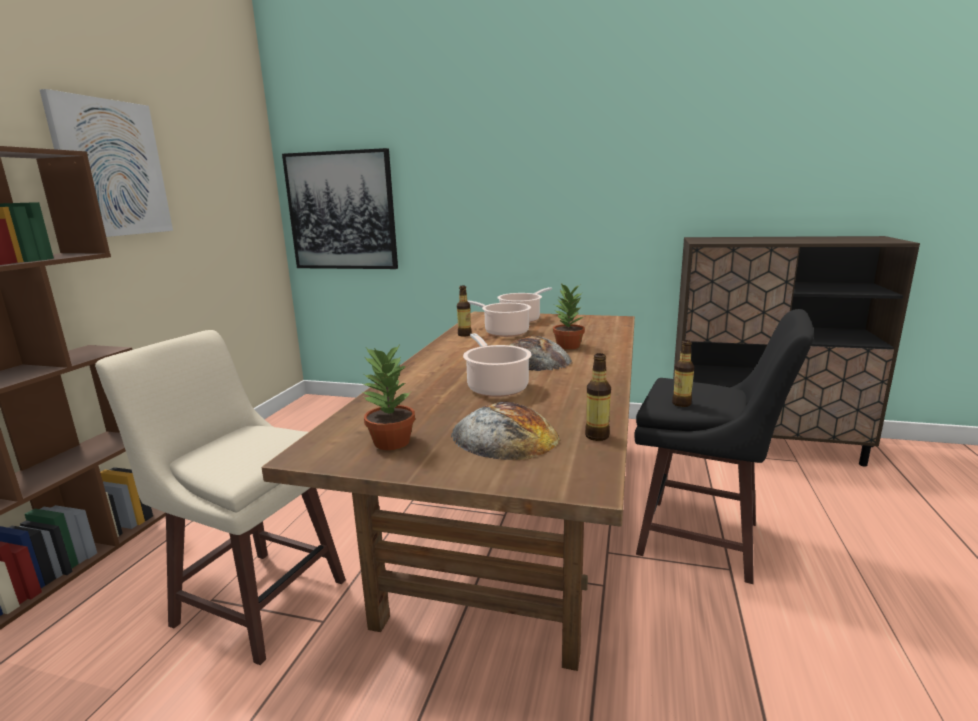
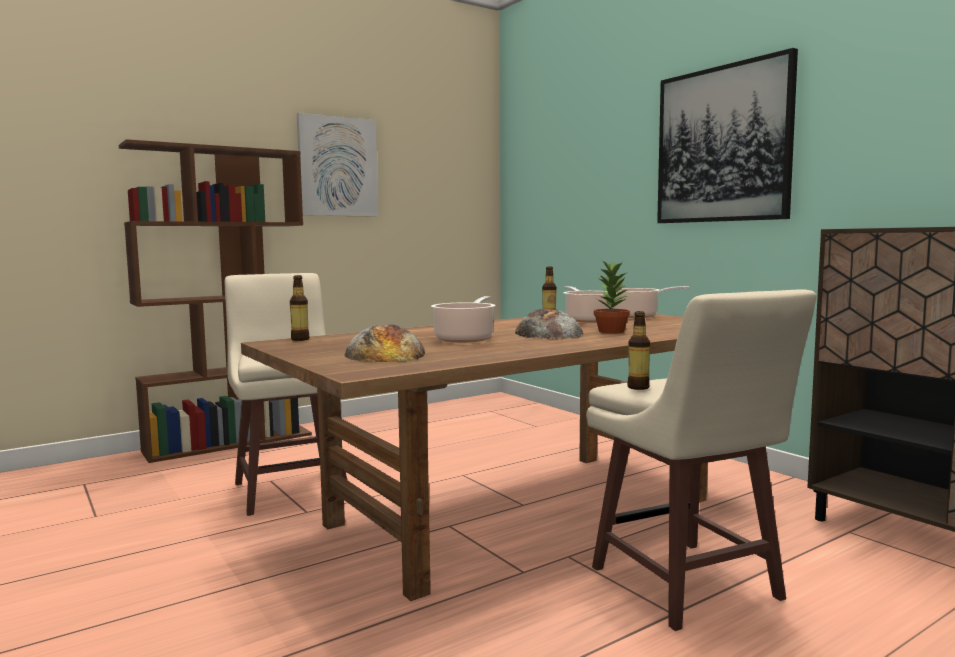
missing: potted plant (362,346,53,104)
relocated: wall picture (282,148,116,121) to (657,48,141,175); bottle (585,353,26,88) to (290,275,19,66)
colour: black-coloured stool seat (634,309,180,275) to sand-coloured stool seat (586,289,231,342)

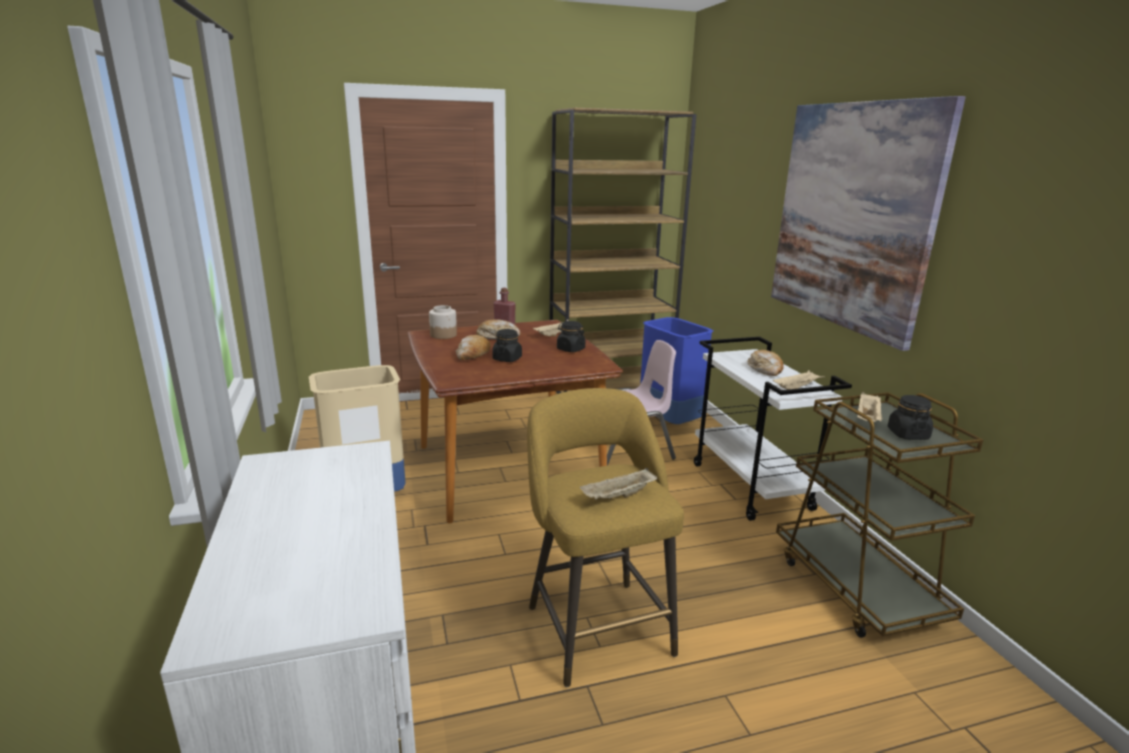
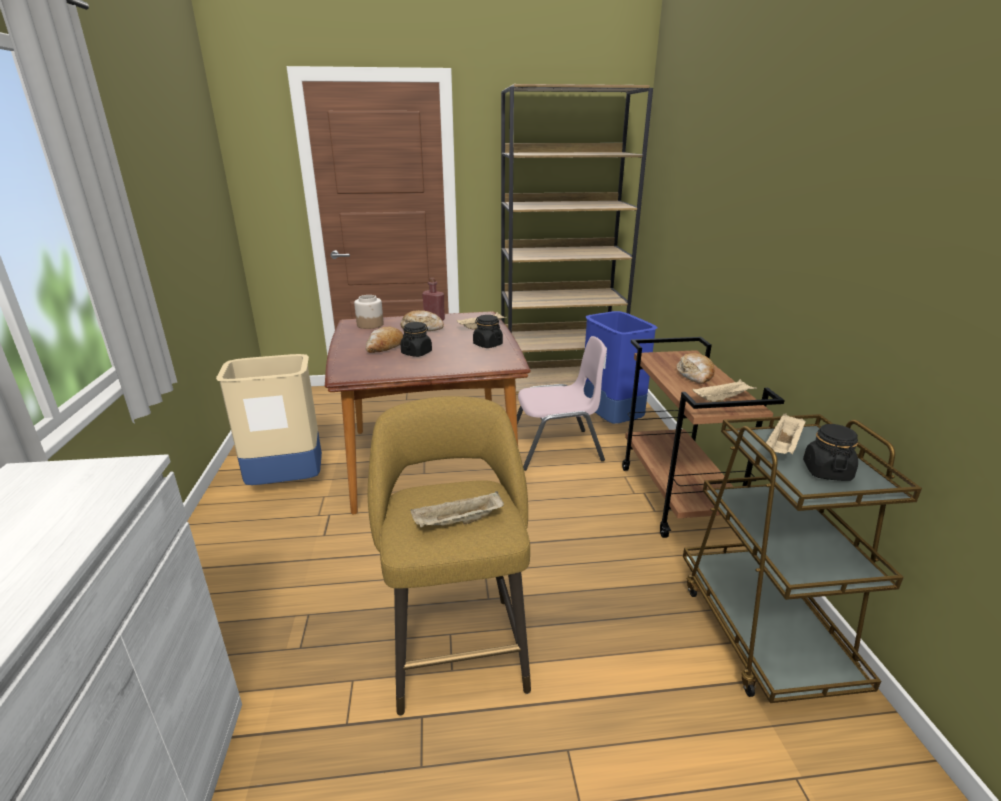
missing: wall picture (771,96,194,255)
colour: whitish cart (694,337,158,184) to brown cart (622,337,163,201)

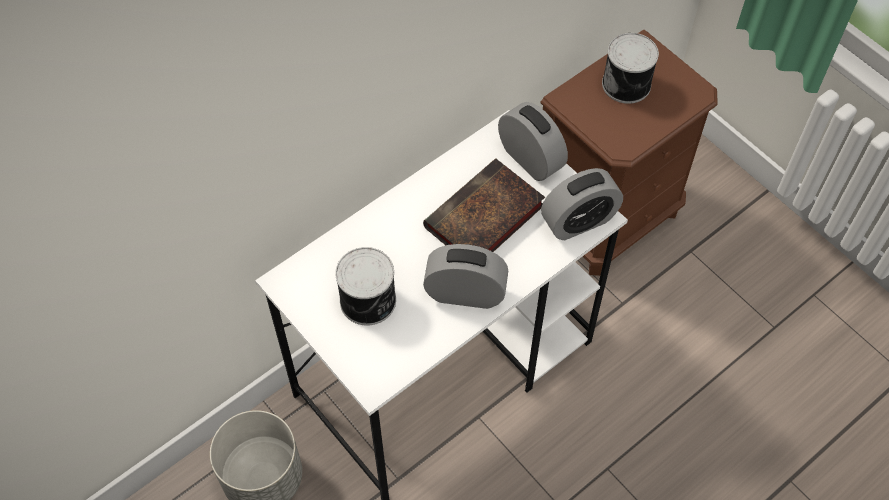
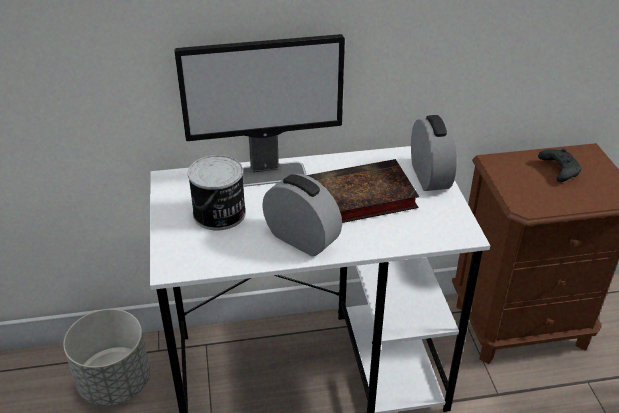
missing: table clock (541,168,82,72)
appeared: computer screen (174,34,171,153)
exchanged: can (602,33,57,71) to black-coloured gamepad (538,148,44,34)

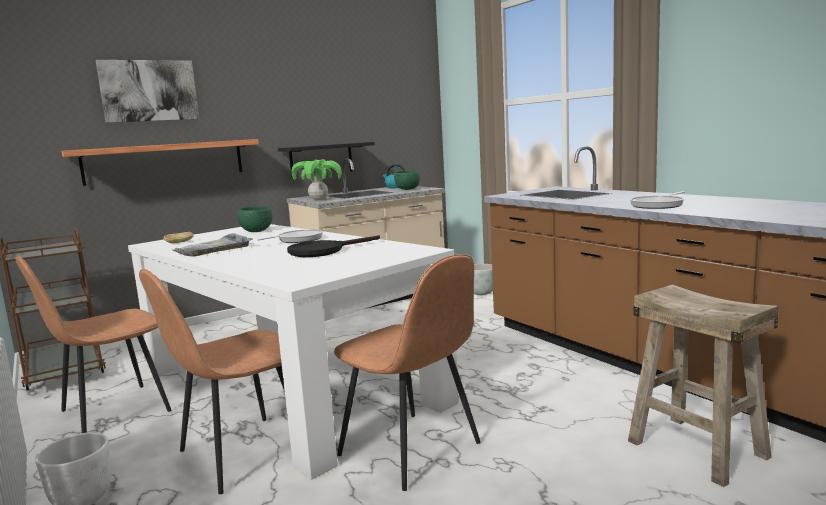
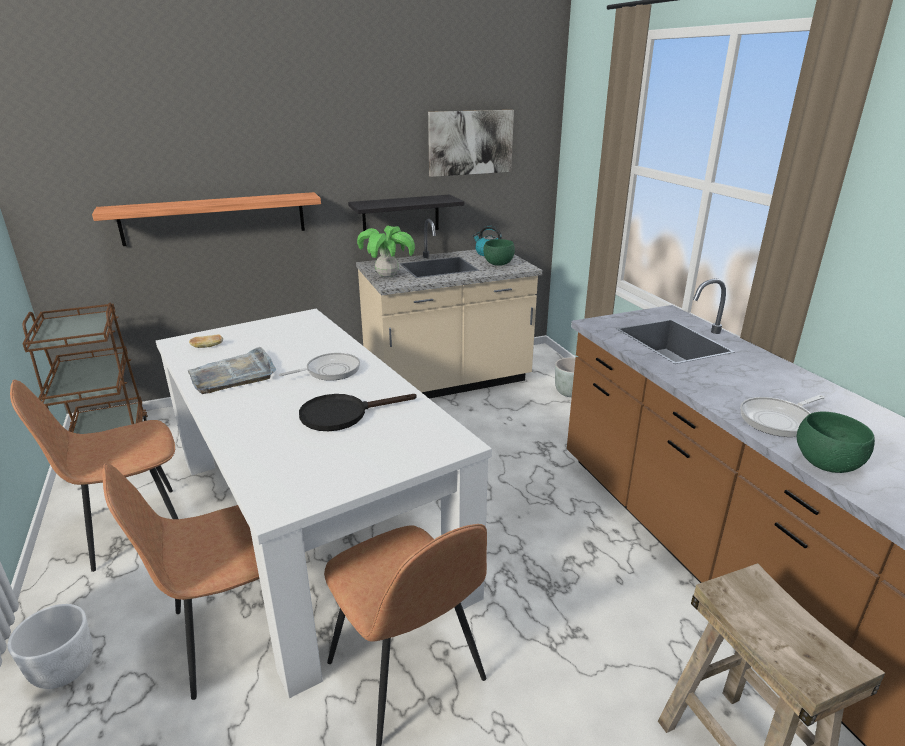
relocated: wall picture (96,60,103,63) to (428,110,86,67); green deep dish (237,206,35,26) to (797,412,78,61)

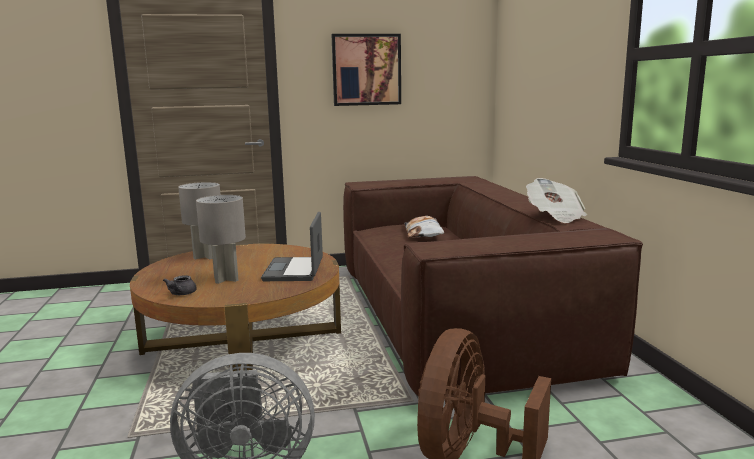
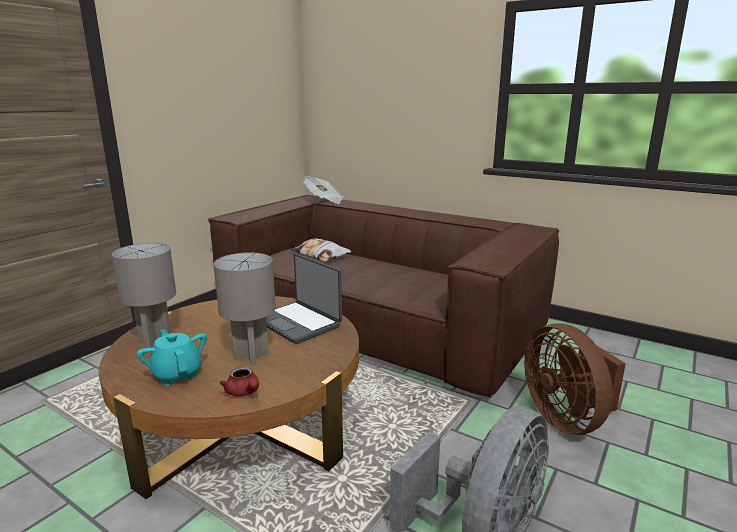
missing: wall picture (331,34,70,72)
appeared: turquoise pot for tea (136,329,71,57)
relocated: newspaper (526,178,61,45) to (303,176,41,28)
colour: greyish pot for tea (163,275,34,20) to red pot for tea (220,367,39,29)

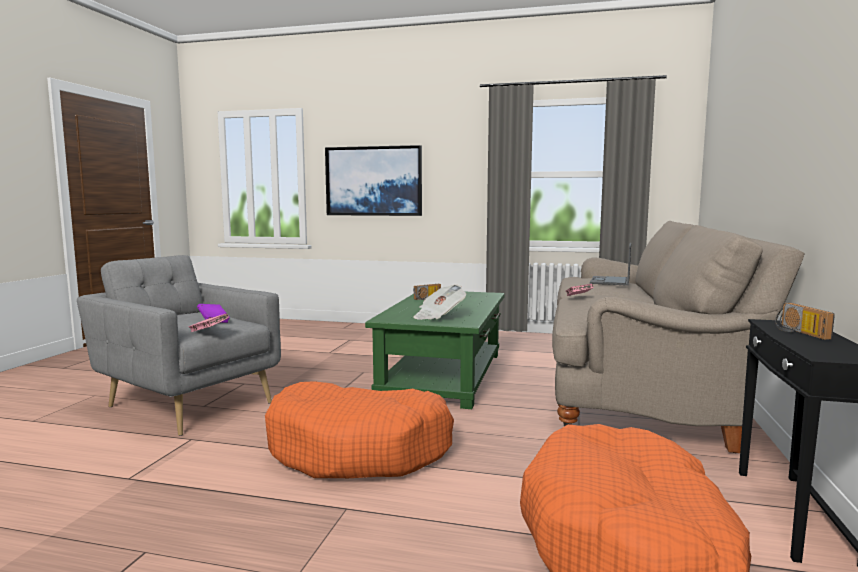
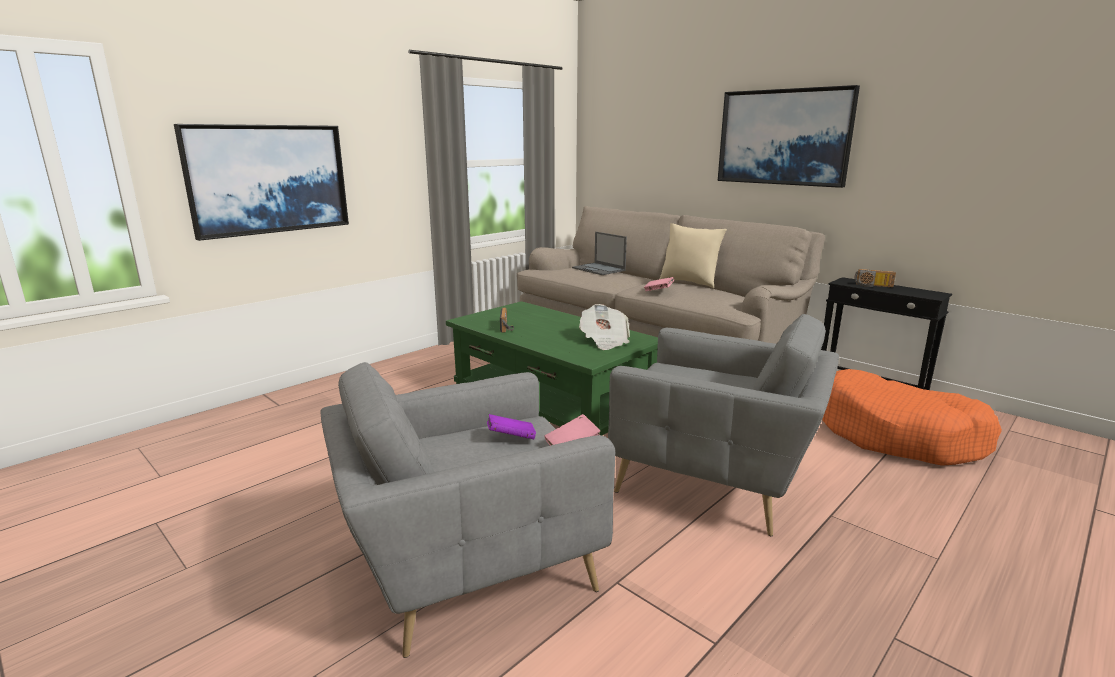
appeared: sand-coloured pillow (659,223,68,66); wall picture (718,85,142,103)
exchanged: orangey dog bed (265,381,189,97) to greyish easy chair (608,314,231,222)

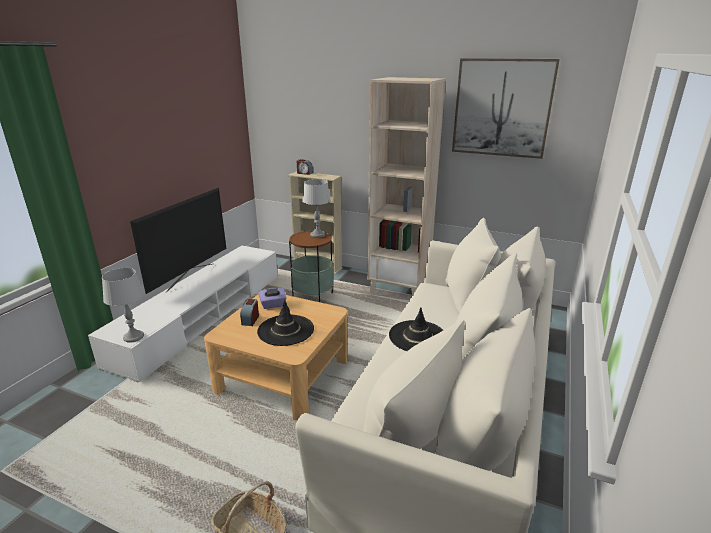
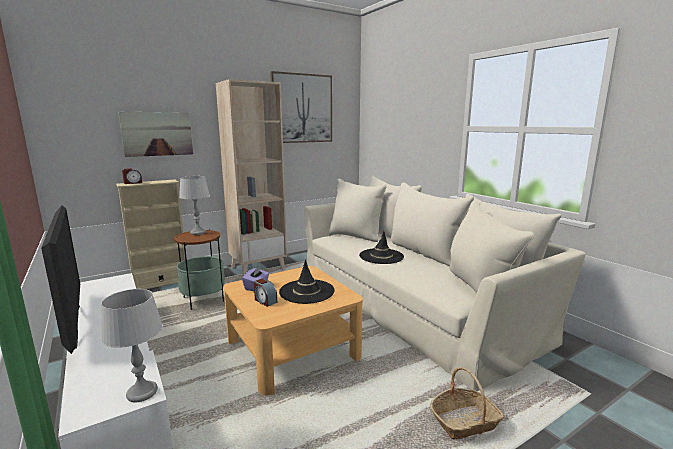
appeared: wall picture (118,112,75,45)

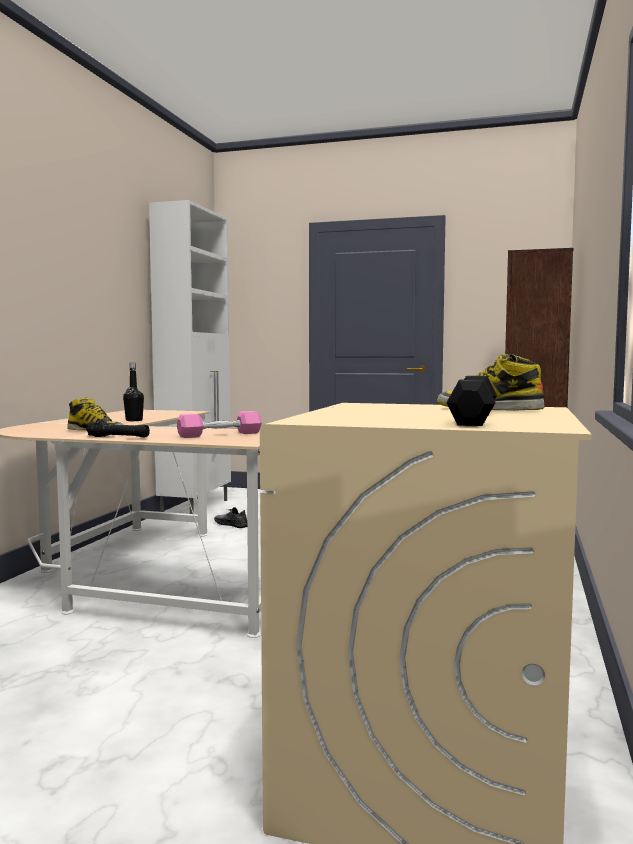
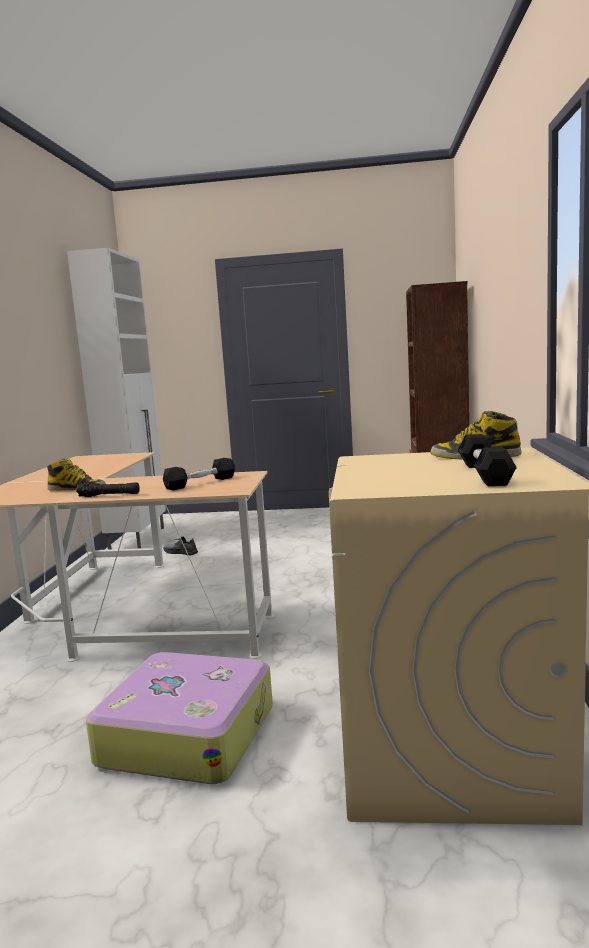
missing: black-coloured bottle (123,363,21,58)
appeared: suitcase (86,652,187,132)
colour: pinkish dumbbell (177,411,85,27) to black-coloured dumbbell (163,458,72,32)

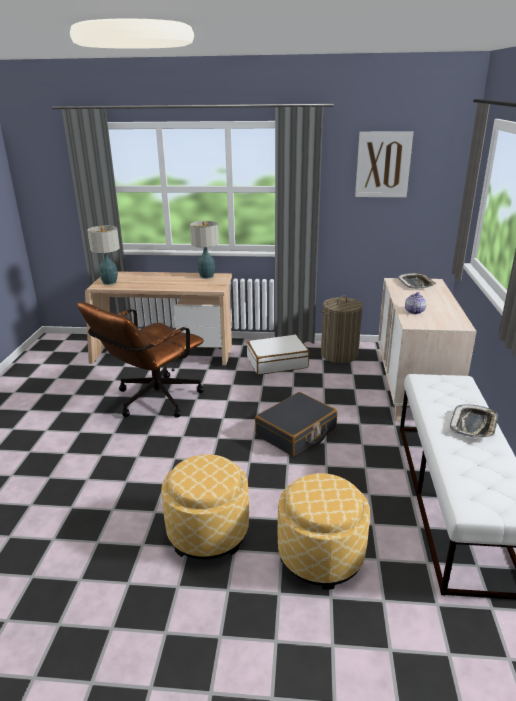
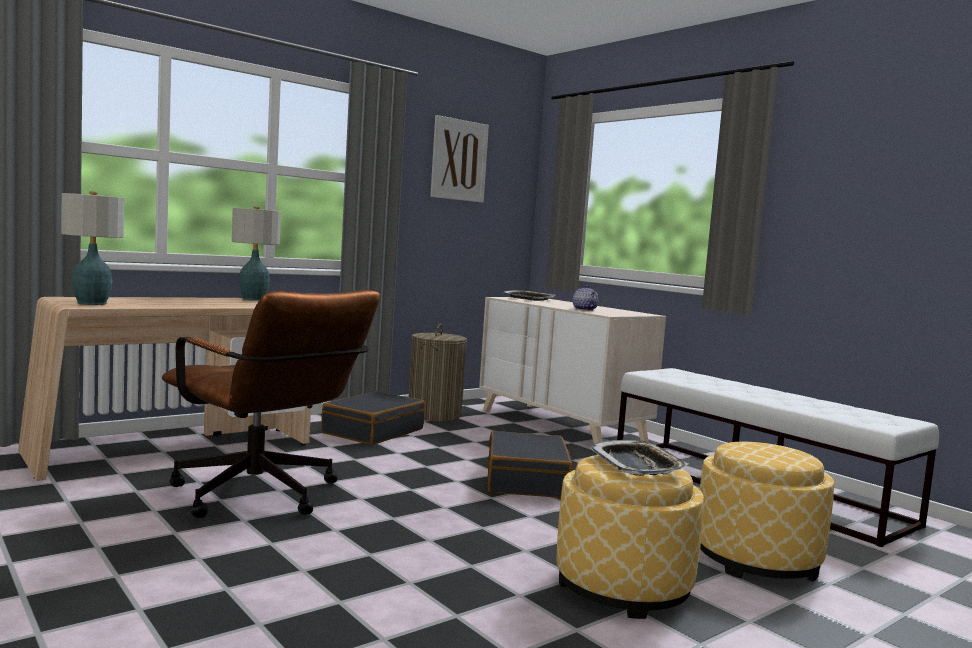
relocated: serving tray (450,404,48,34) to (590,440,99,36)
colour: whitish suitcase (247,334,63,41) to black-coloured suitcase (321,391,104,54)
spun: brown desk chair (78,302,126,116) = (162,290,218,228) 45 degrees counterclockwise

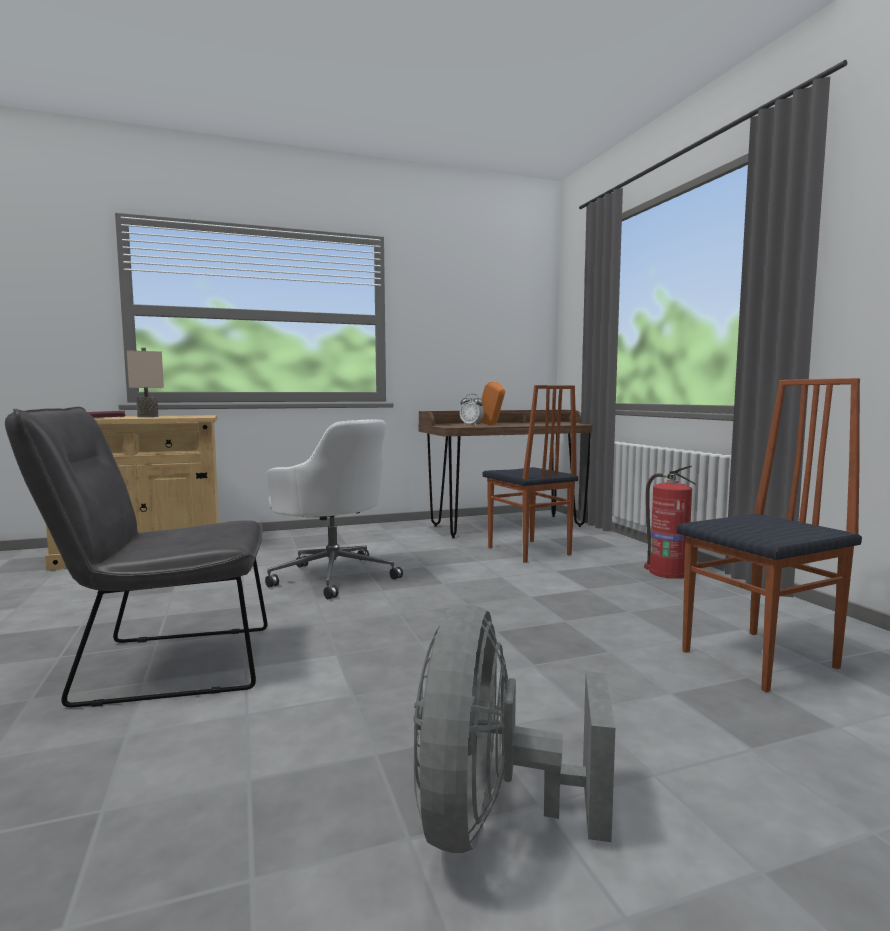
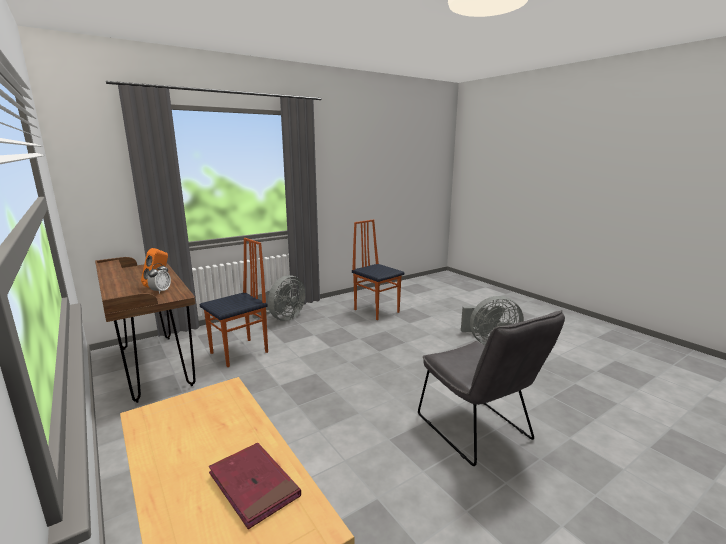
missing: sand-coloured table lamp (127,348,37,69); whitish desk chair (265,419,138,180)
exchanged: fire extinguisher (644,466,52,113) to greyish cooling fan (252,275,53,46)

